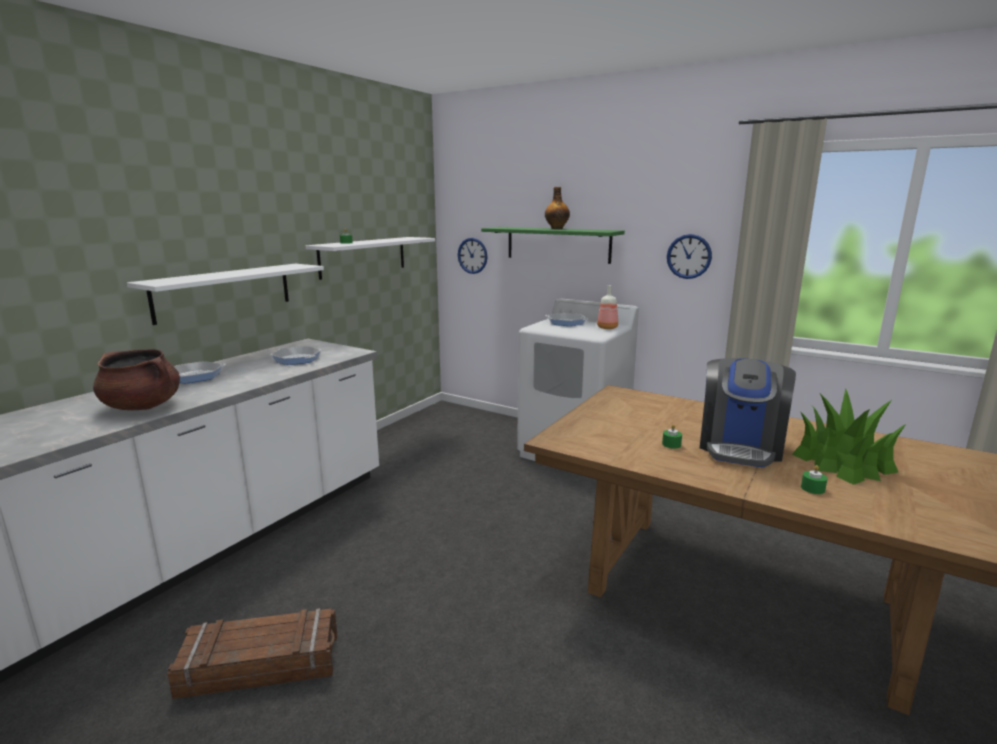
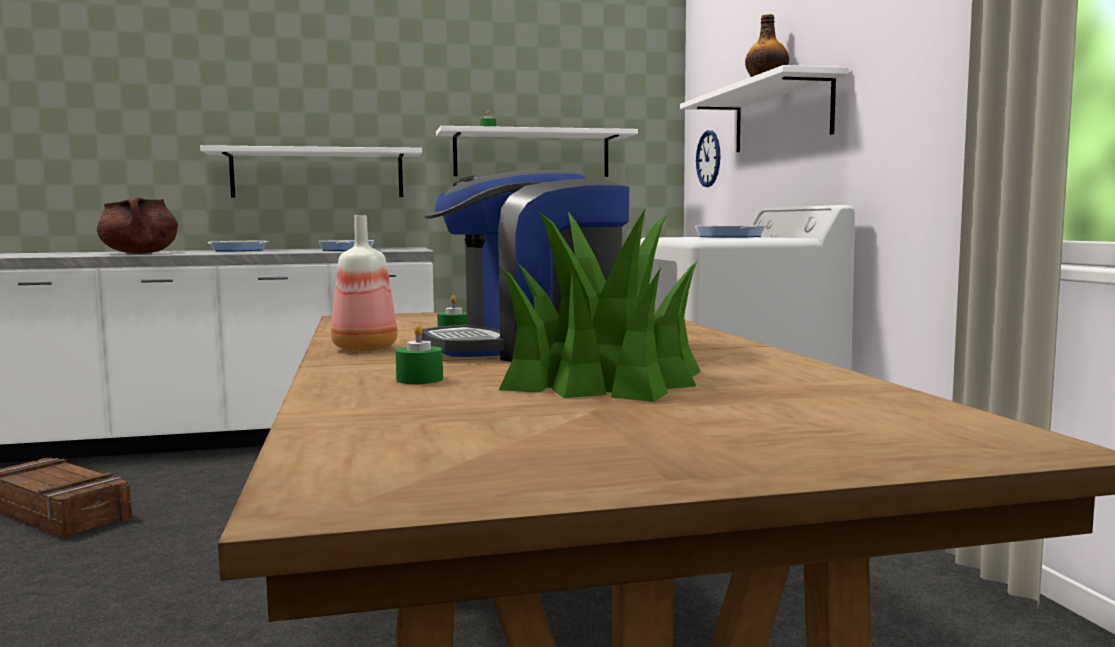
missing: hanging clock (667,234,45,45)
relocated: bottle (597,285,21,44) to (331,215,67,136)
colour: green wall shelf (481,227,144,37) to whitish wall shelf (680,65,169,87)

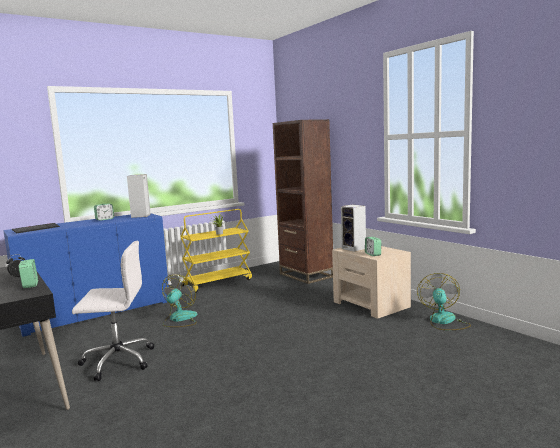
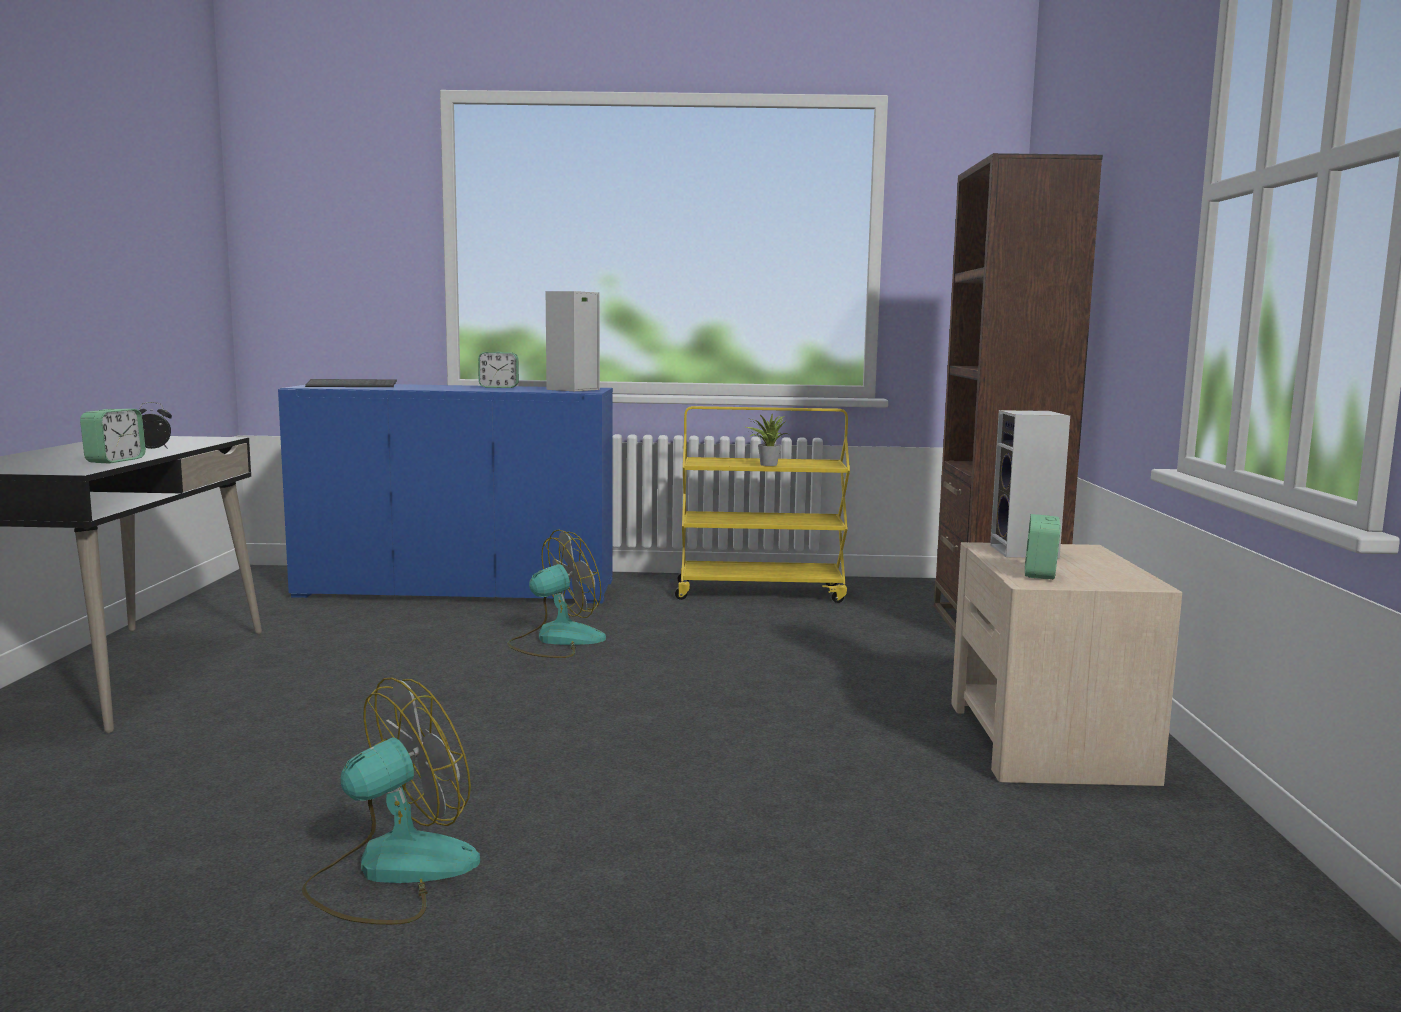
missing: whitish desk chair (72,241,82,140)
relocated: cooling fan (417,273,54,57) to (302,678,178,247)

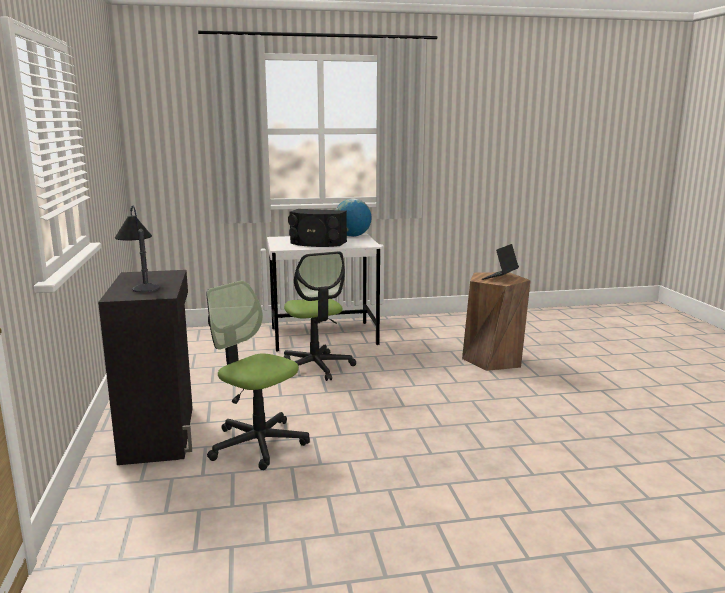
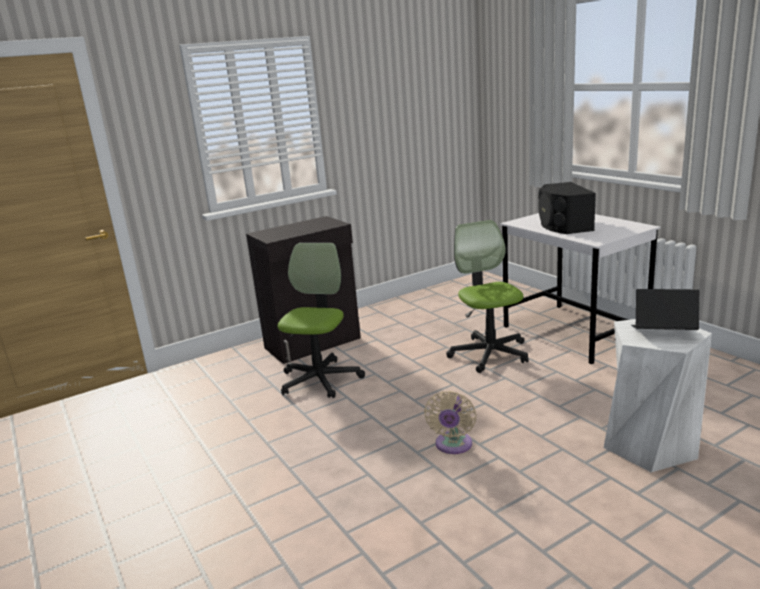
missing: table lamp (115,205,45,88); desk globe (335,198,37,39)
appeared: sand-coloured cooling fan (424,391,53,63)
colour: brown stool seat (462,272,69,99) to whitish stool seat (604,319,108,153)
spun: desk chair (284,251,72,130) = (446,220,83,153) 120 degrees clockwise

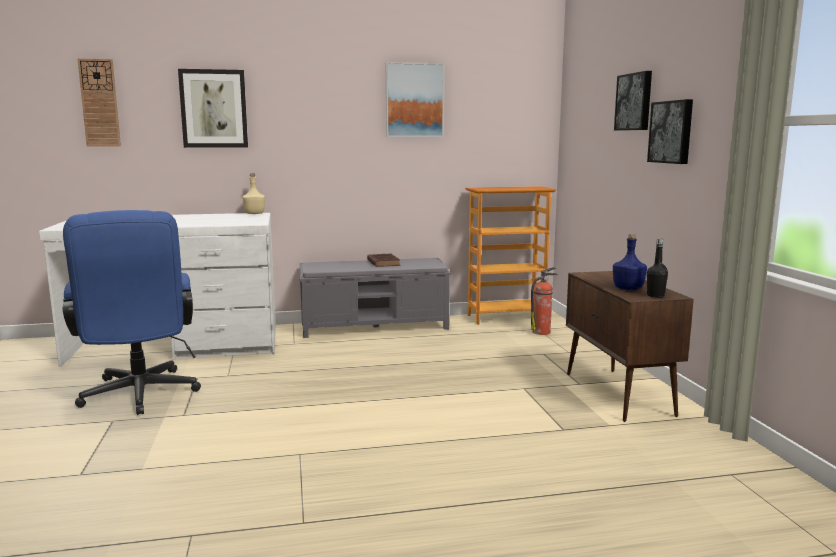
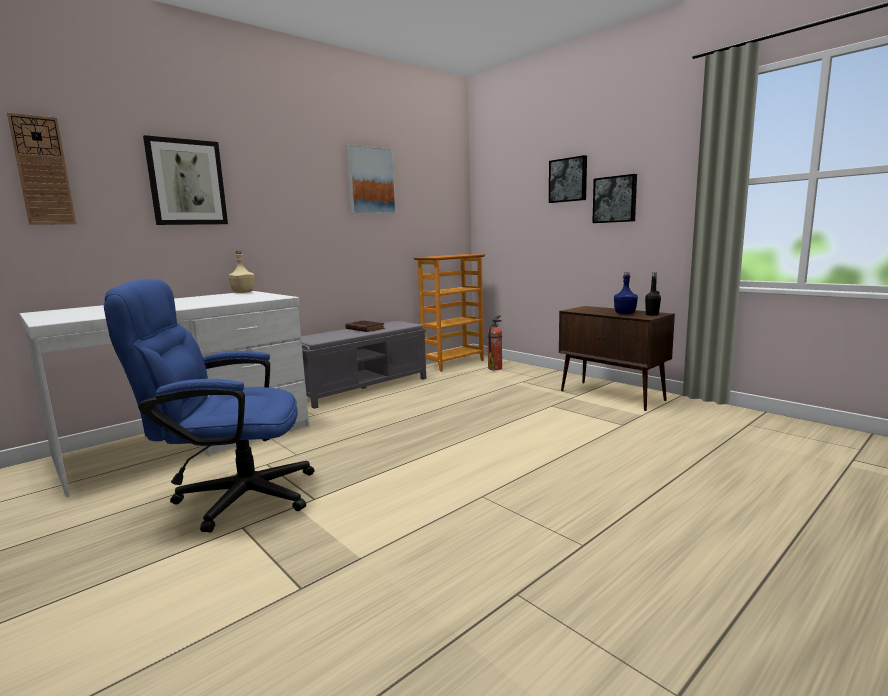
spun: bluish desk chair (63,210,138,205) = (104,279,211,253) 135 degrees clockwise

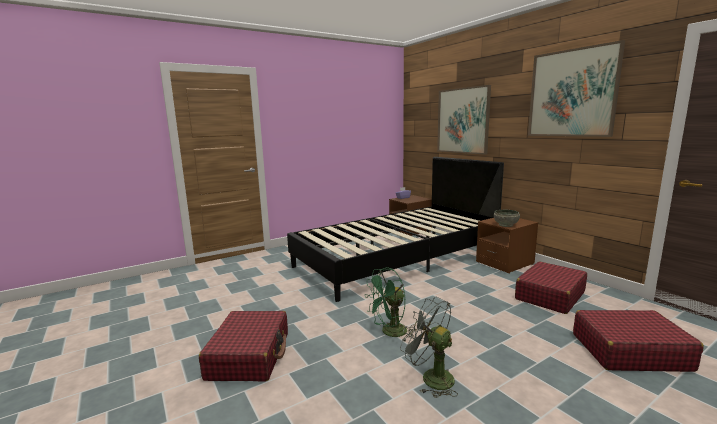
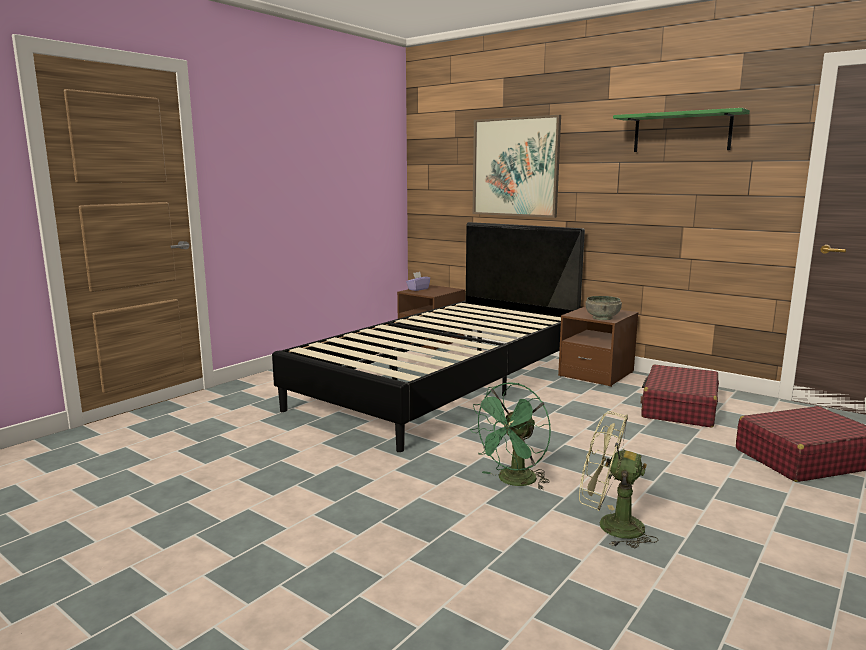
missing: red suitcase (199,311,89,71)
exchanged: wall picture (528,40,97,97) to green wall shelf (613,108,137,44)
colour: greyish cooling fan (400,297,58,101) to green cooling fan (579,411,79,137)

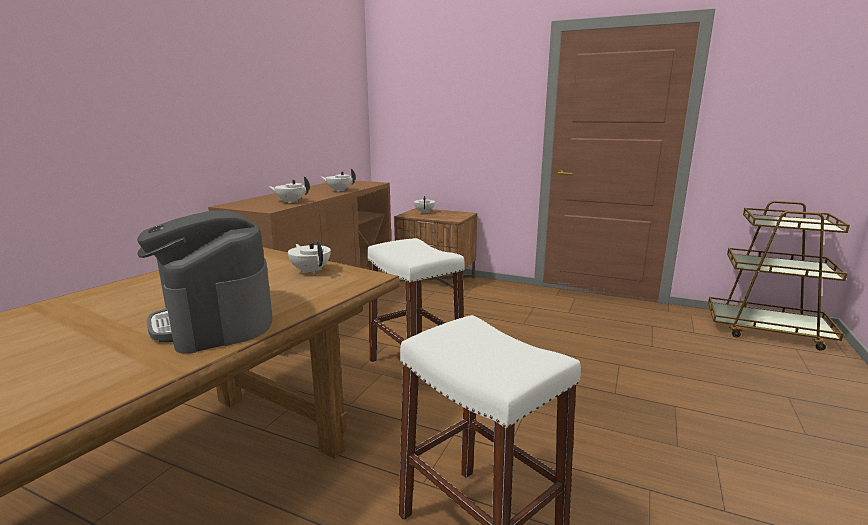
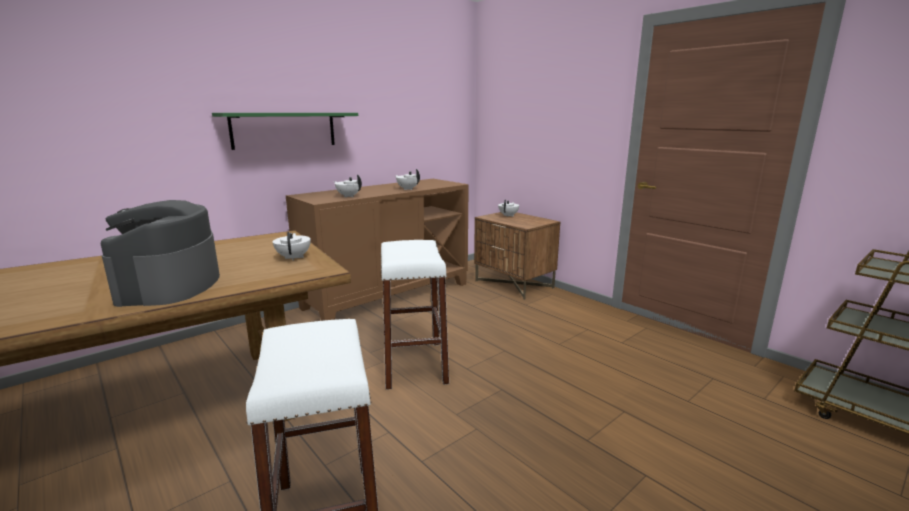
appeared: green wall shelf (212,113,146,37)

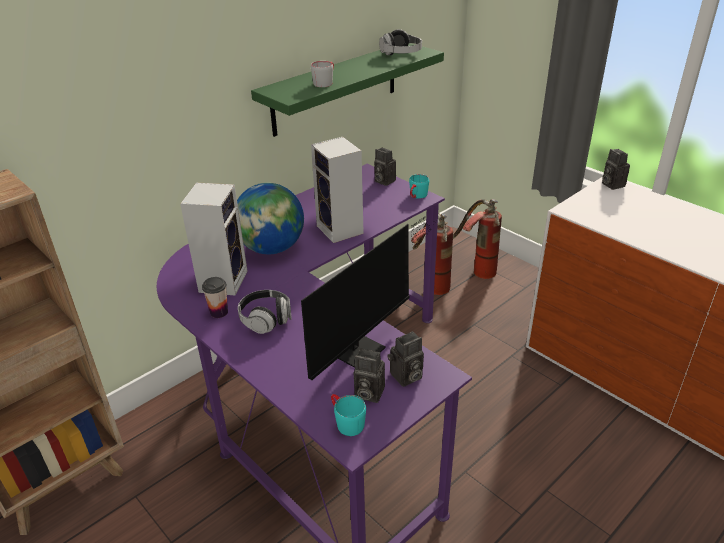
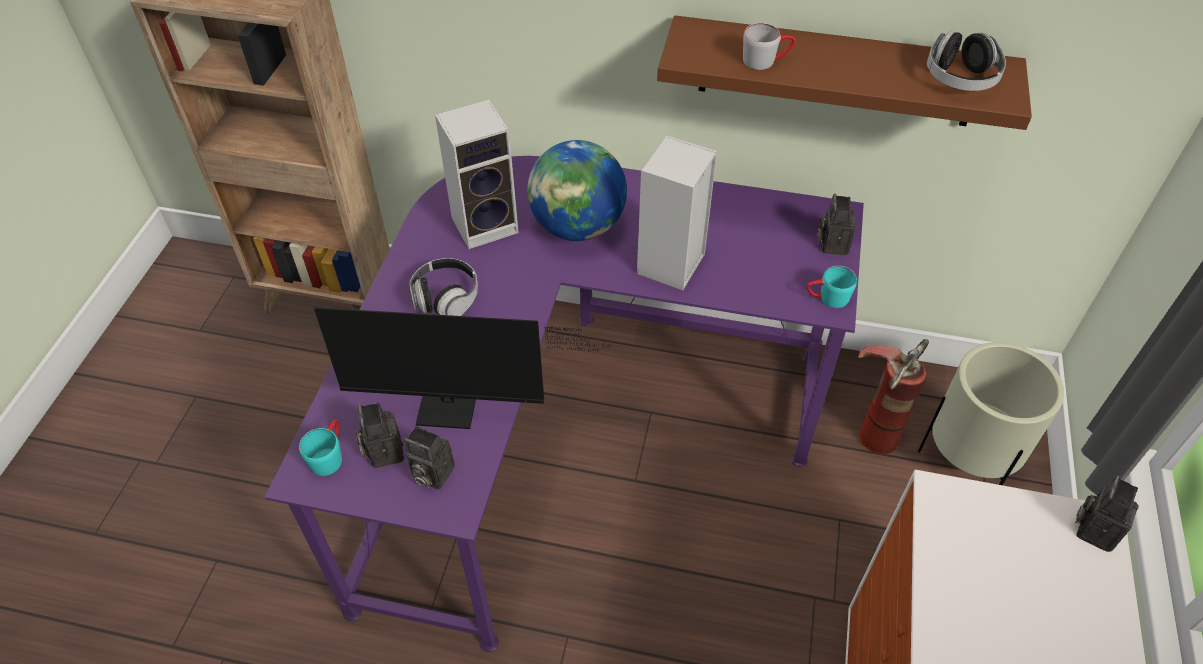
missing: cup (202,277,26,41)
exchanged: fire extinguisher (453,199,49,80) to sand-coloured plant pot (918,342,146,143)
colour: green wall shelf (251,43,193,94) to brown wall shelf (657,15,375,115)

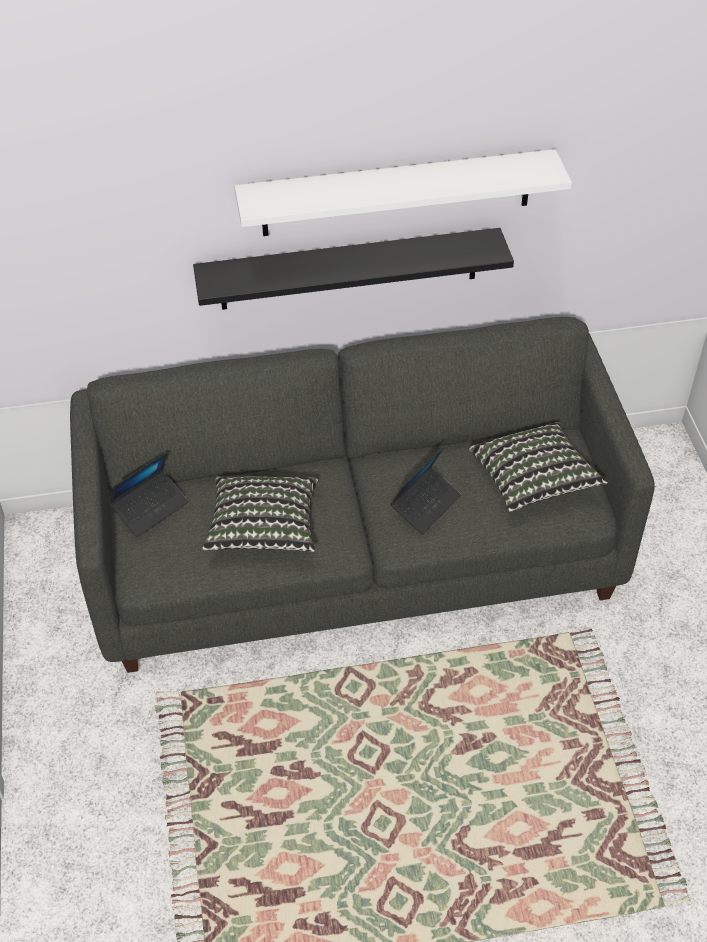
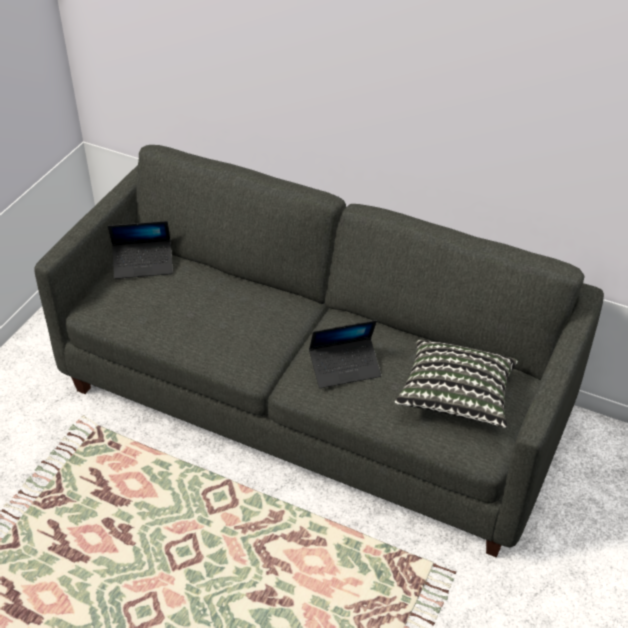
missing: black-coloured wall shelf (193,228,321,82); pillow (202,476,117,76); whitish wall shelf (234,149,338,87)

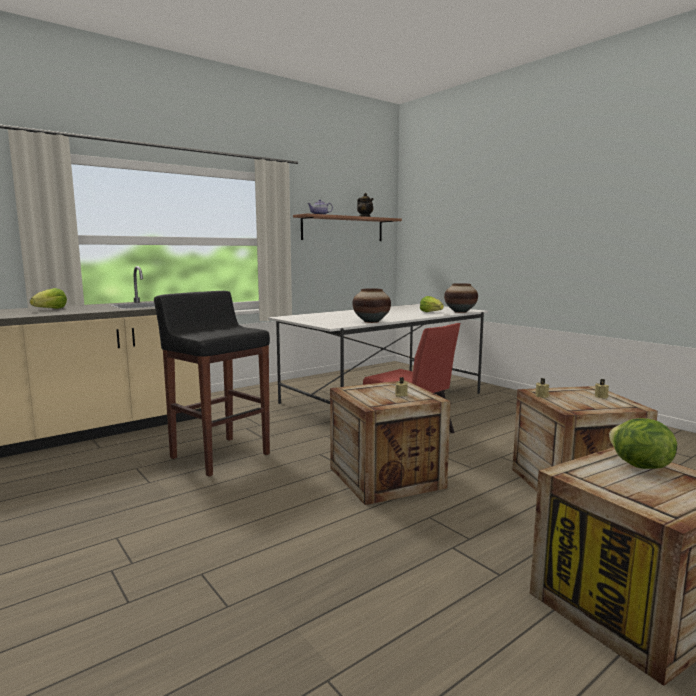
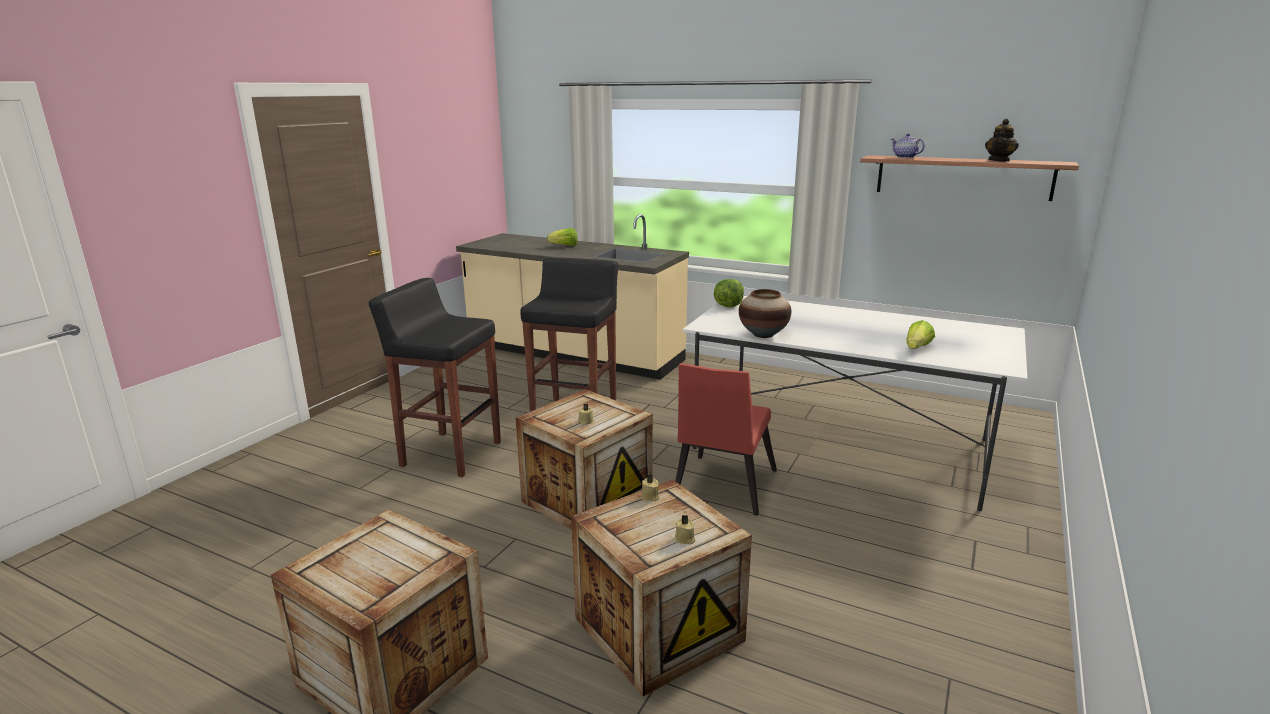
missing: decorative vase (444,283,34,30)
appeared: black-coloured stool seat (369,278,132,199)
relocated: lettuce (609,418,68,51) to (714,279,30,28)

